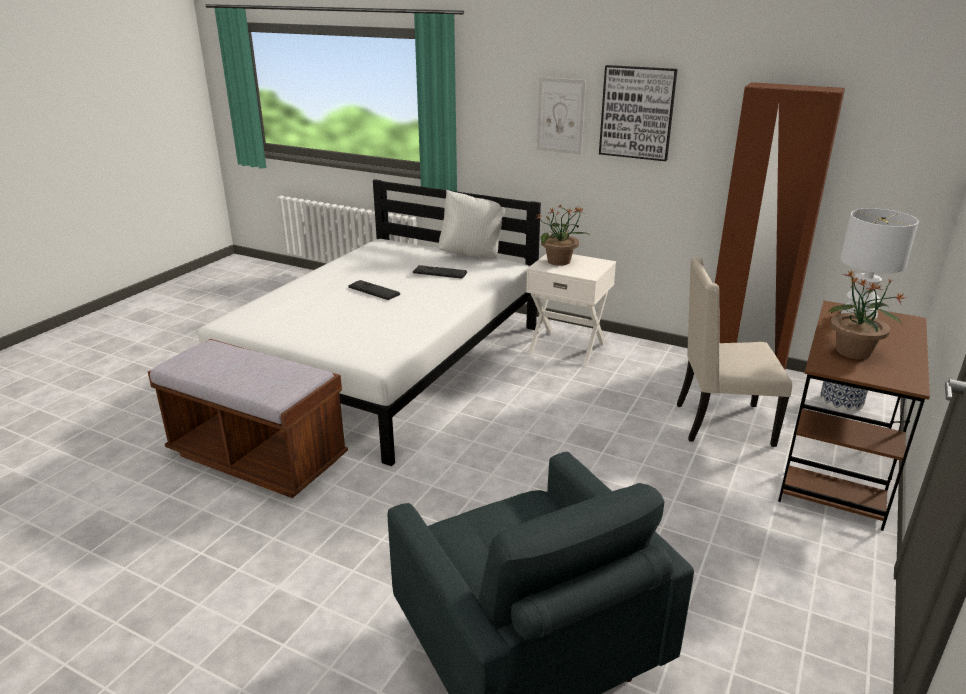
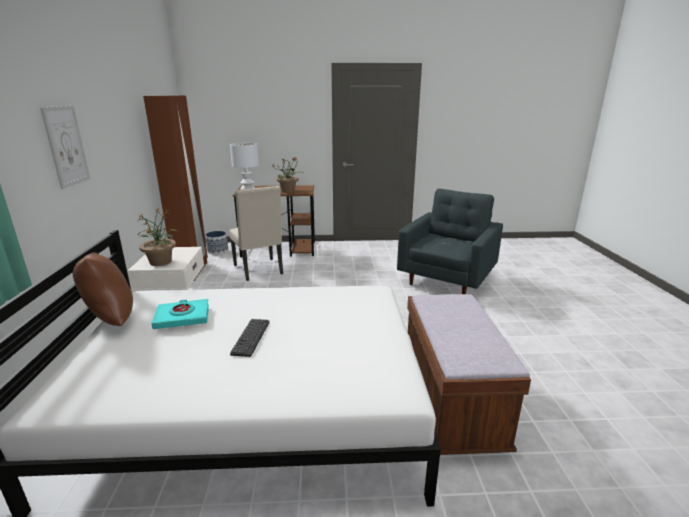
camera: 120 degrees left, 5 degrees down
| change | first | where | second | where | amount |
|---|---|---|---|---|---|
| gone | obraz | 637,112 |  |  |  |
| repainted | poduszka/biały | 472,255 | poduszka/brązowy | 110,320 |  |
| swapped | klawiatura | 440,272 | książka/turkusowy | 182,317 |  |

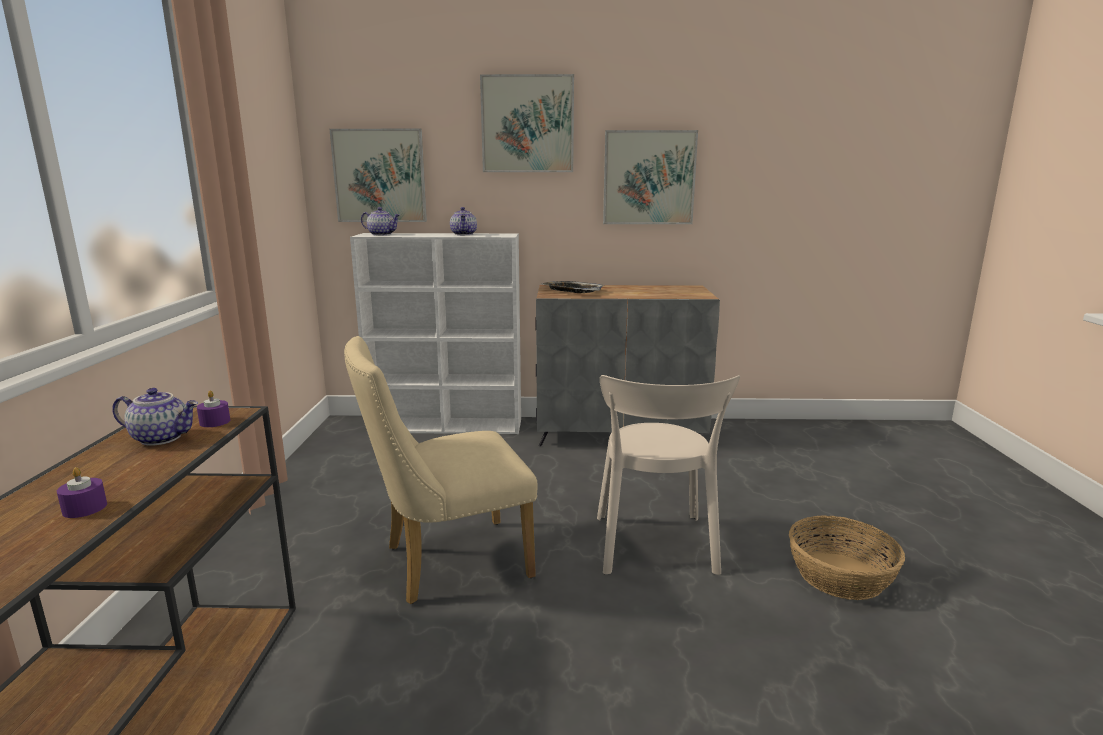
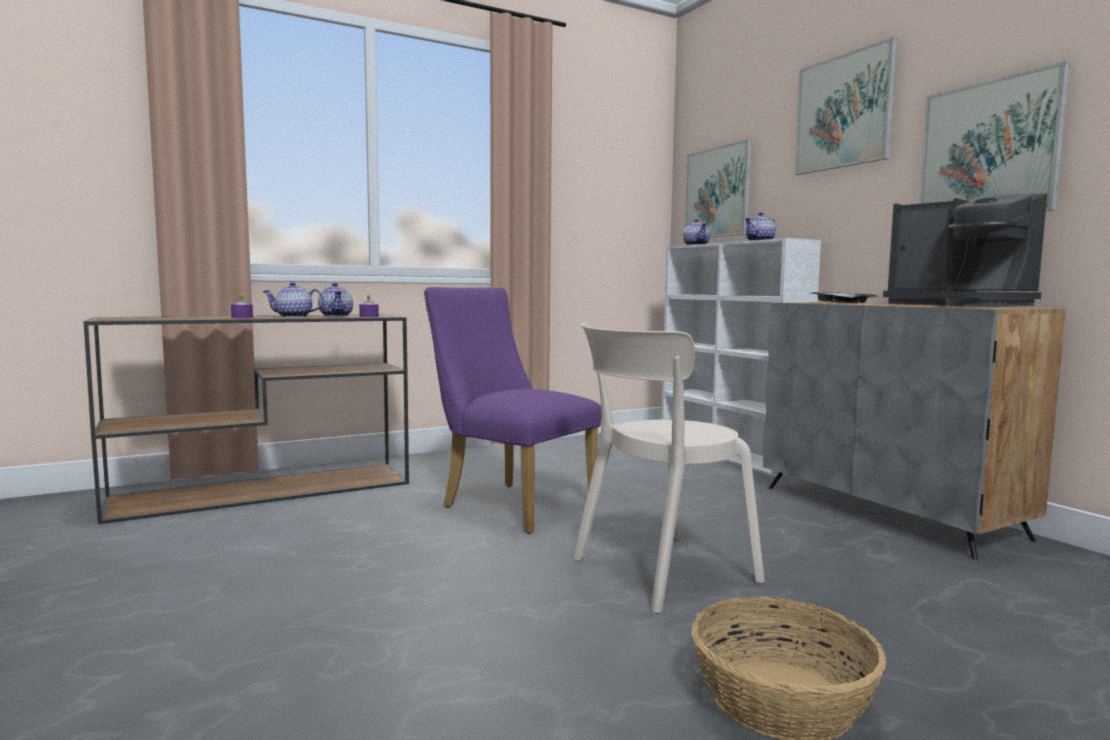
camera: 60 degrees right, 10 degrees down
| change | first | where | second | where | amount |
|---|---|---|---|---|---|
| repainted | krzesło/beżowy | 446,563 | krzesło/fioletowy | 510,504 |  |
| new |  |  | ekspres do kawy | 961,306 |  |
| new |  |  | imbryk | 293,317 |  |

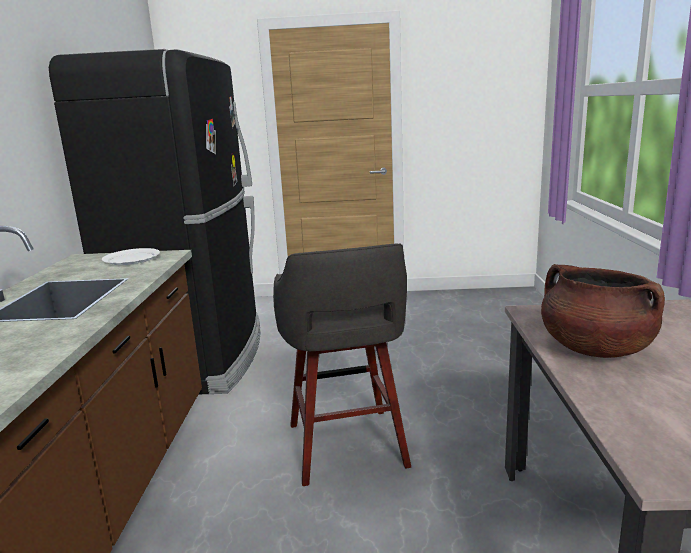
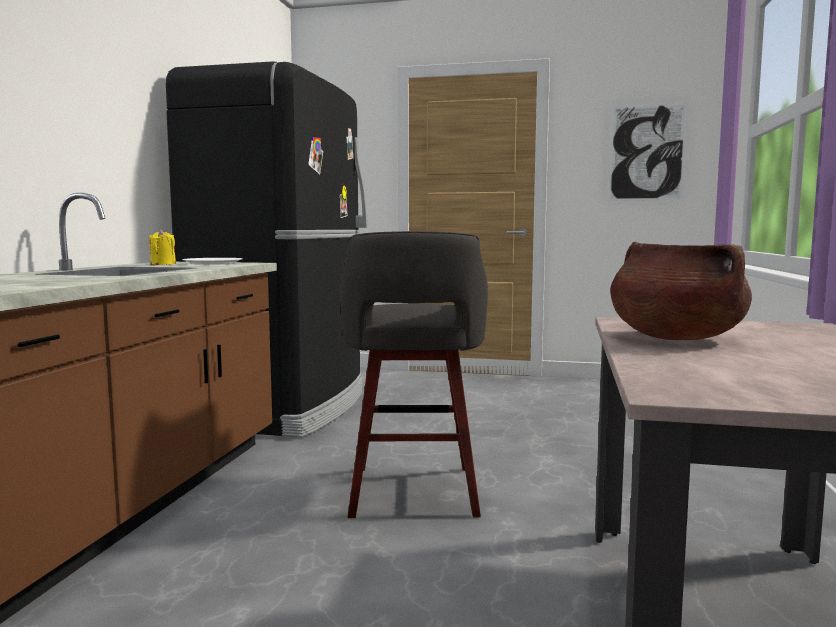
camera: 10 degrees right, 10 degrees down
| change | first | where | second | where | amount |
|---|---|---|---|---|---|
| new |  |  | obraz | 646,152 |  |
| new |  |  | świeca/żółty | 163,264 |  |

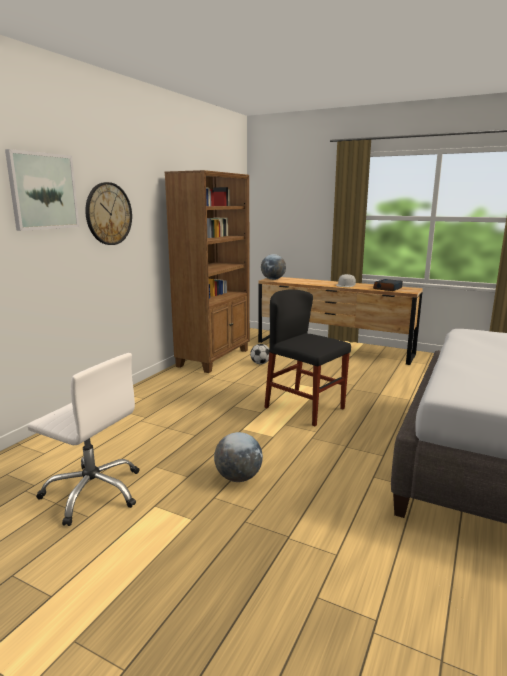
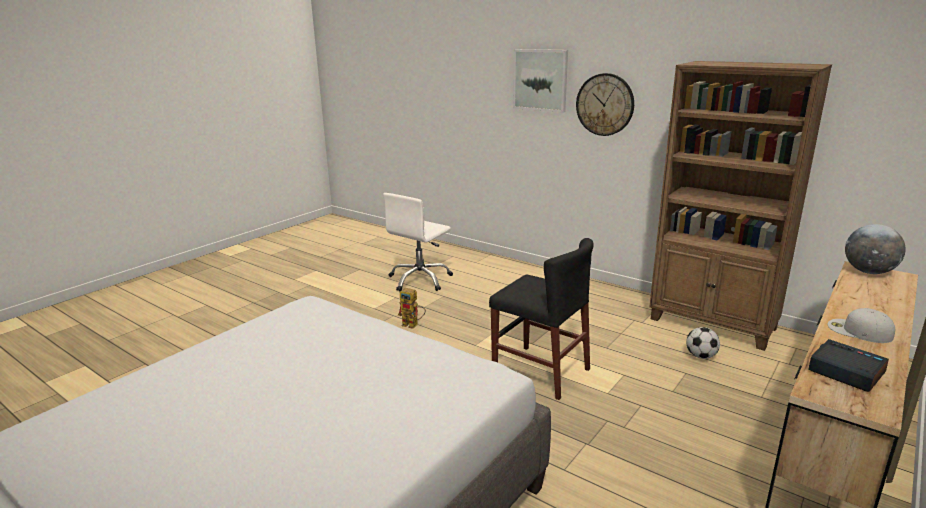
camera: 100 degrees right, 5 degrees up
| change | first | where | second | where | amount |
|---|---|---|---|---|---|
| rotated | krzesło/czarny | 304,408 |  | 540,371 | 75 degrees clockwise |
| swapped | globus | 238,477 | robot zabawkowy | 413,325 |  |

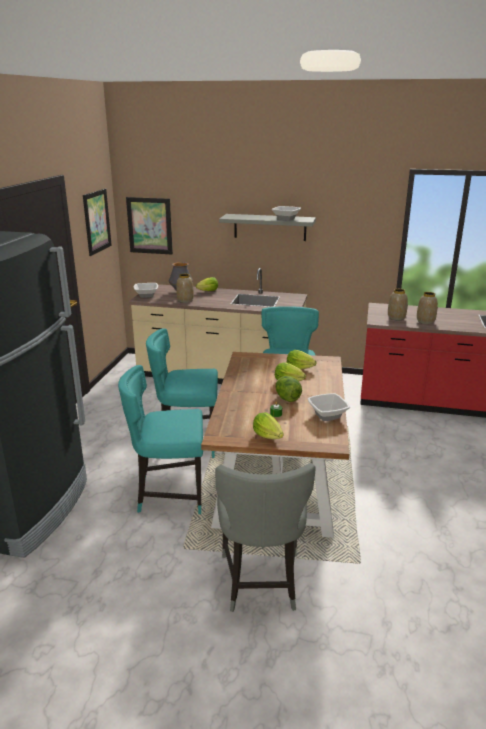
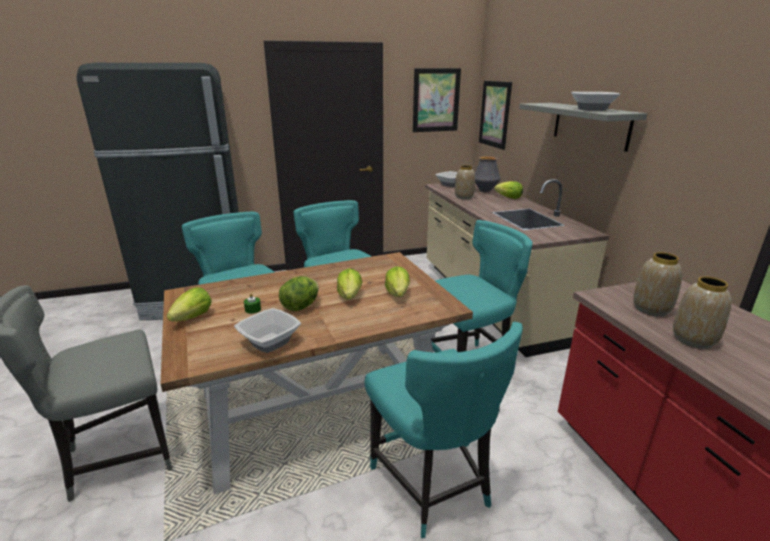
camera: 60 degrees right, 0 degrees up
| change | first | where | second | where | amount |
|---|---|---|---|---|---|
| new |  |  | krzesło/turkusowy | 432,486 |  |

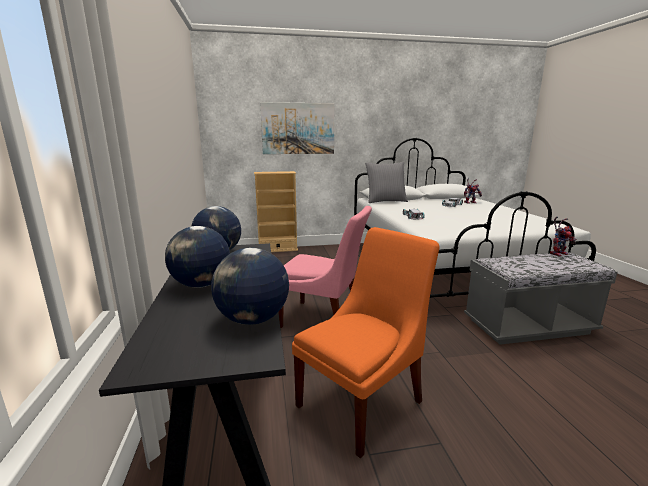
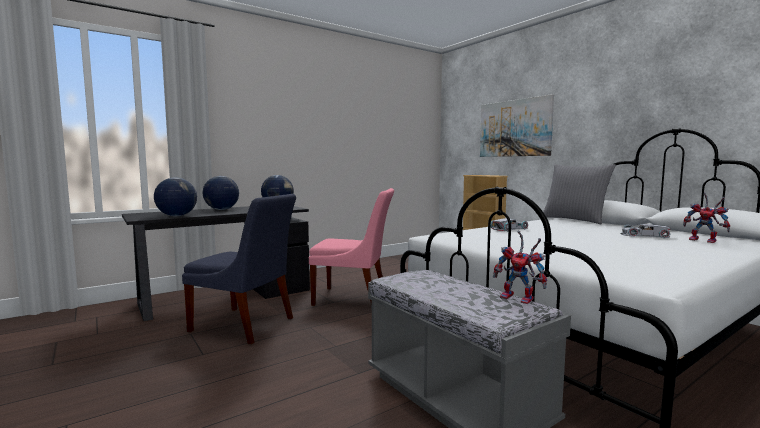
camera: 65 degrees right, 10 degrees down
| change | first | where | second | where | amount |
|---|---|---|---|---|---|
| rotated | krzesło/różowy | 324,320 |  | 354,298 | 75 degrees counterclockwise |
| repainted | krzesło/pomarańczowy | 363,400 | krzesło/niebieski | 245,325 |  |

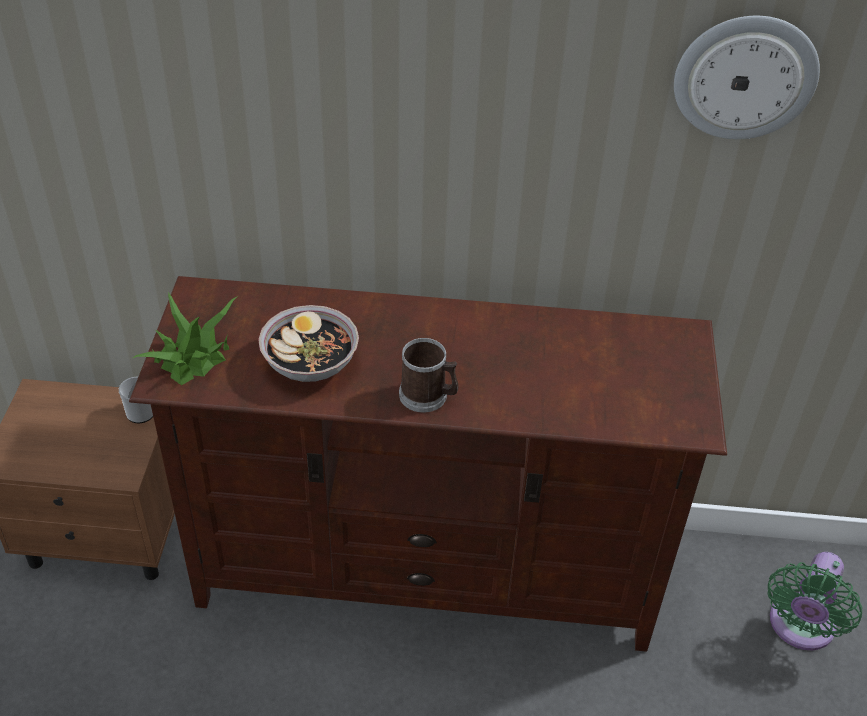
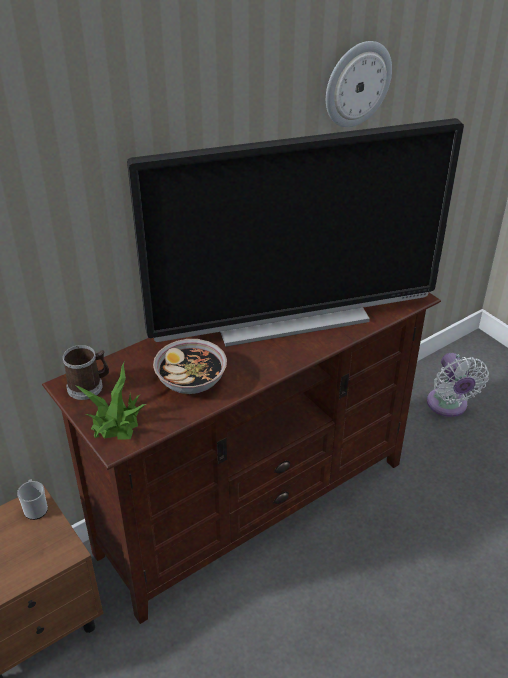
camera: 40 degrees left, 5 degrees down
| change | first | where | second | where | amount |
|---|---|---|---|---|---|
| shifted | kubek | 428,396 |  | 89,386 |  |
| repainted | wentylator/zielony | 799,627 | wentylator/biały | 448,406 |  |
| new |  |  | telewizor | 291,319 |  |

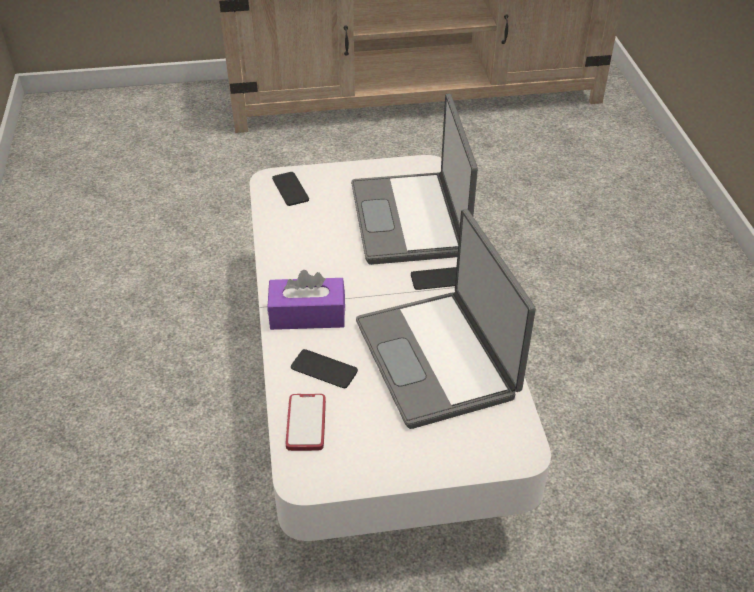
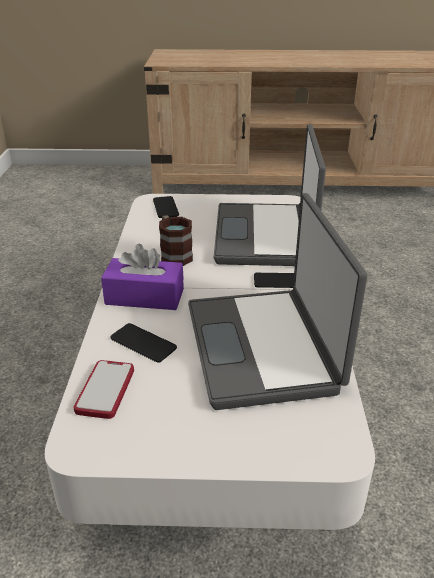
camera: 10 degrees right, 10 degrees down
| change | first | where | second | where | amount |
|---|---|---|---|---|---|
| new |  |  | kubek | 174,254 |  |

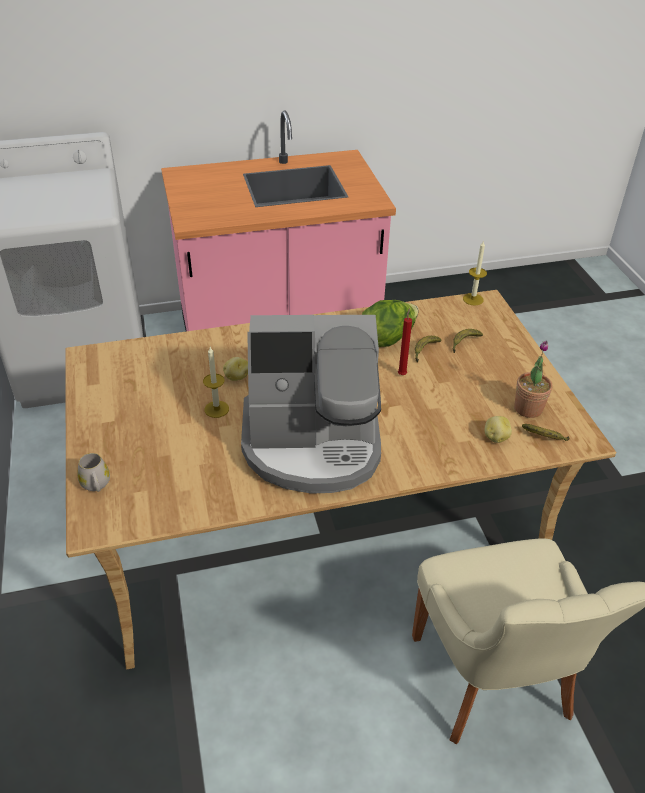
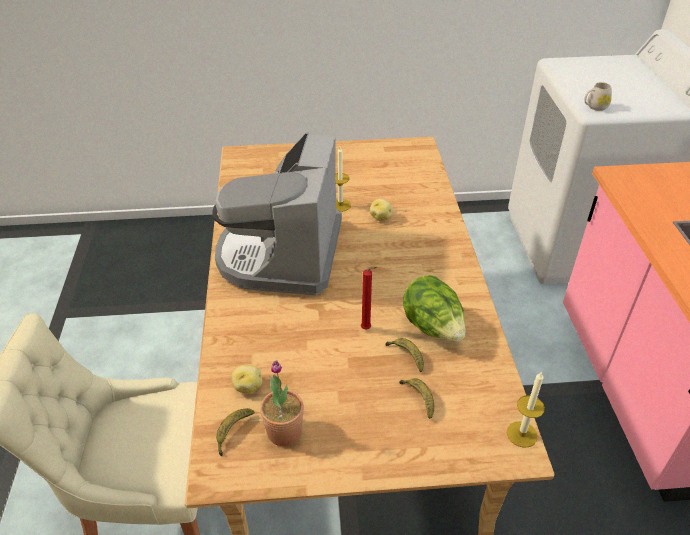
camera: 100 degrees right, 0 degrees up
| change | first | where | second | where | amount |
|---|---|---|---|---|---|
| shifted | kubek/biały | 96,485 |  | 594,107 |  |

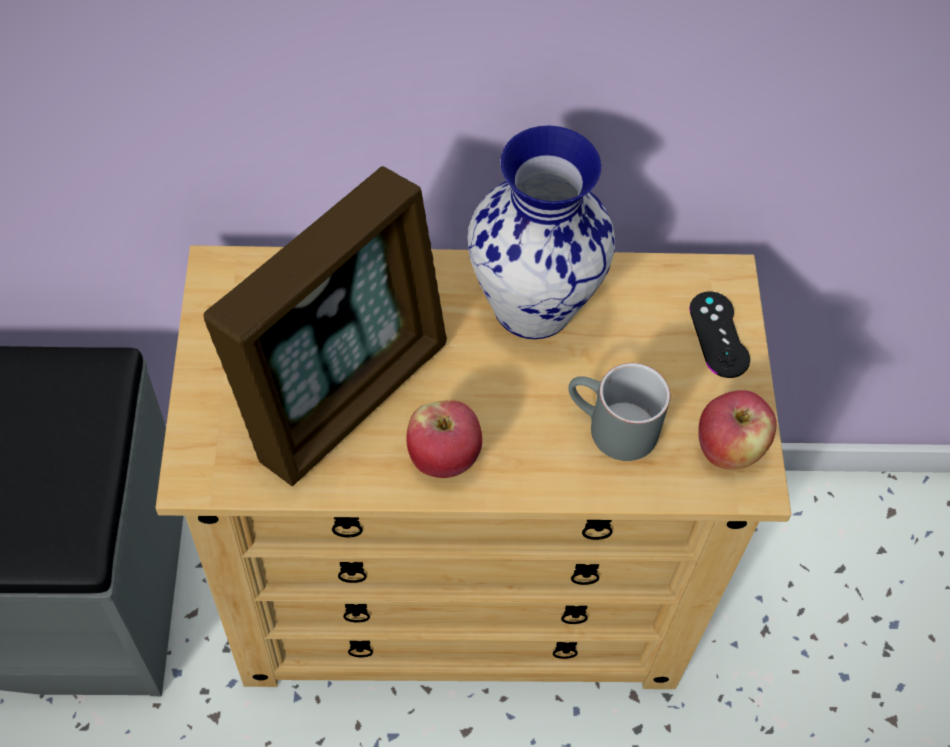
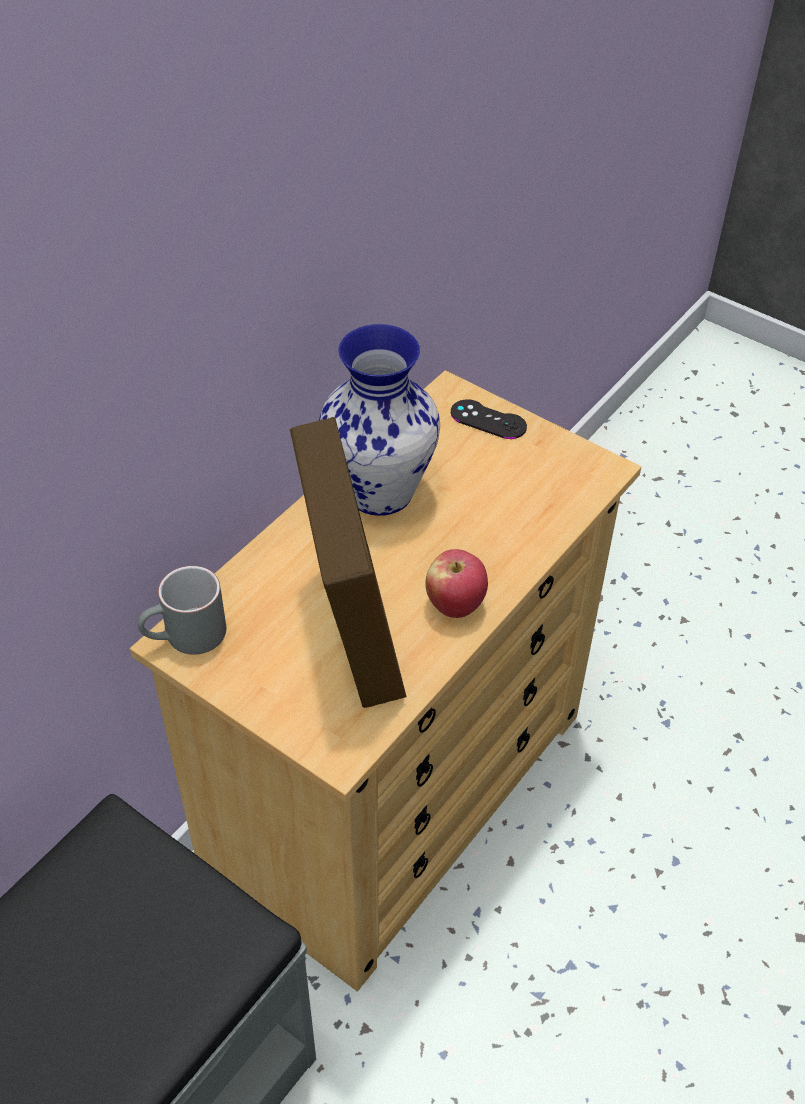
camera: 50 degrees left, 10 degrees down
| change | first | where | second | where | amount |
|---|---|---|---|---|---|
| shifted | kubek/szary | 610,428 |  | 186,638 |  |
| gone | jabłko | 728,449 |  |  |  |

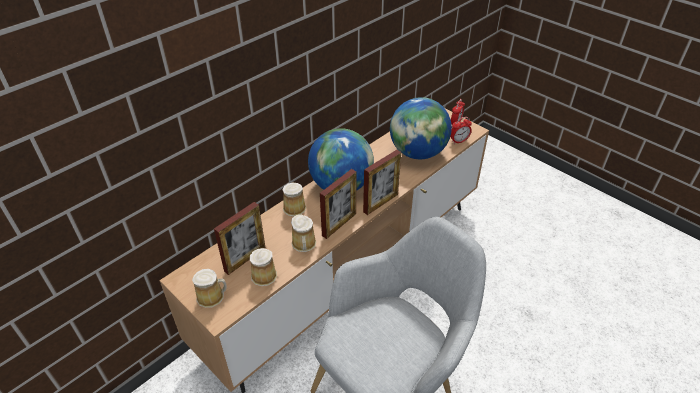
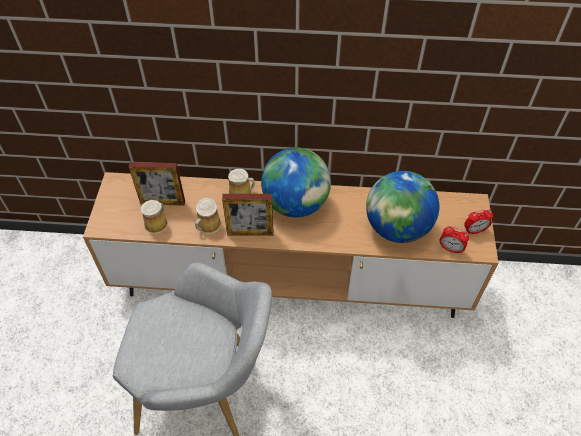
camera: 50 degrees right, 10 degrees up
| change | first | where | second | where | amount |
|---|---|---|---|---|---|
| gone | ramka na zdjęcie | 380,203 |  |  |  |
| gone | kubek | 212,297 |  |  |  |

